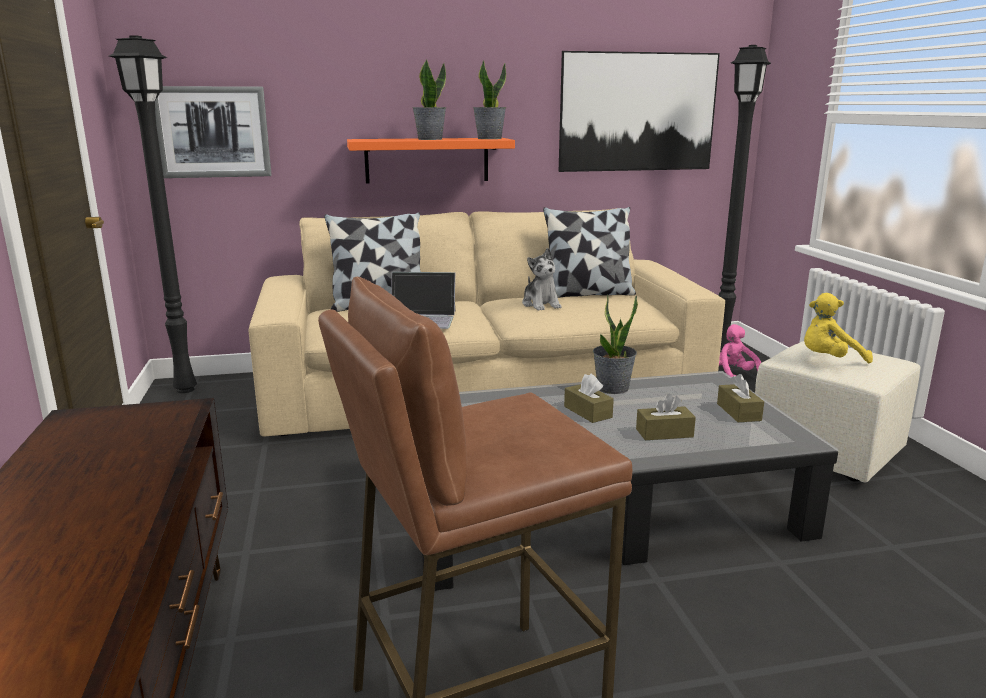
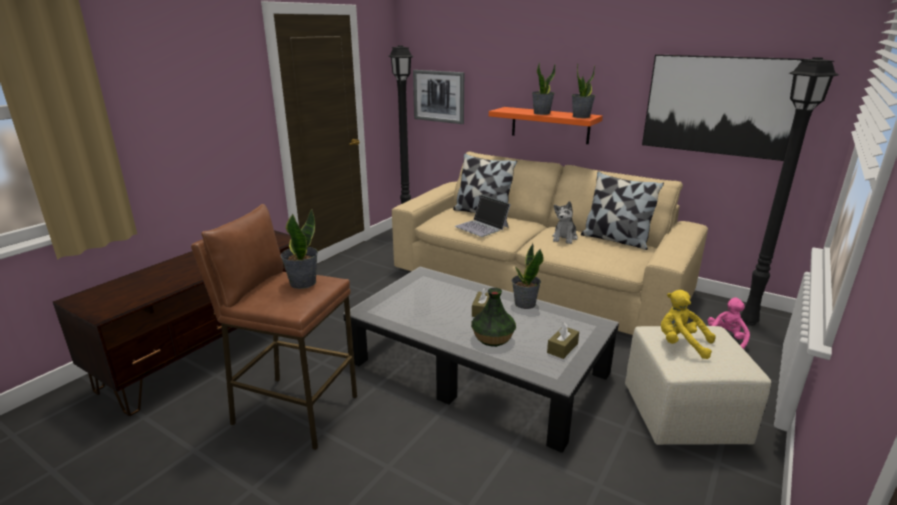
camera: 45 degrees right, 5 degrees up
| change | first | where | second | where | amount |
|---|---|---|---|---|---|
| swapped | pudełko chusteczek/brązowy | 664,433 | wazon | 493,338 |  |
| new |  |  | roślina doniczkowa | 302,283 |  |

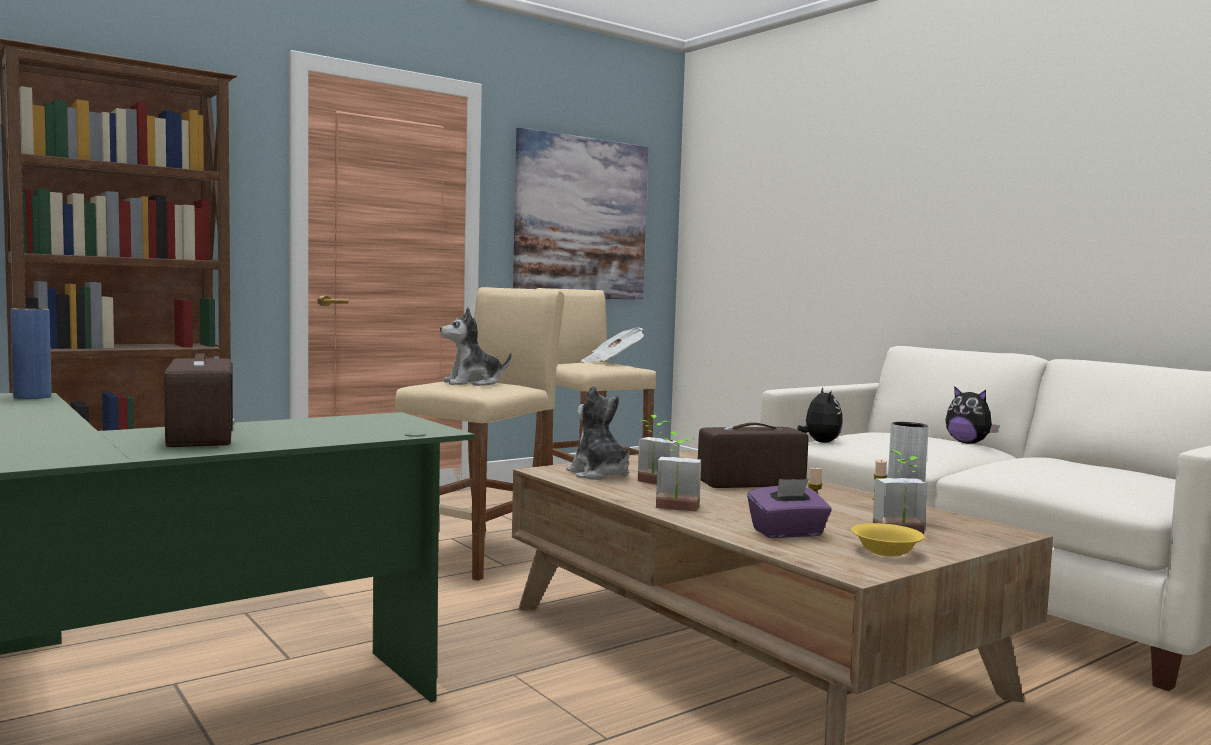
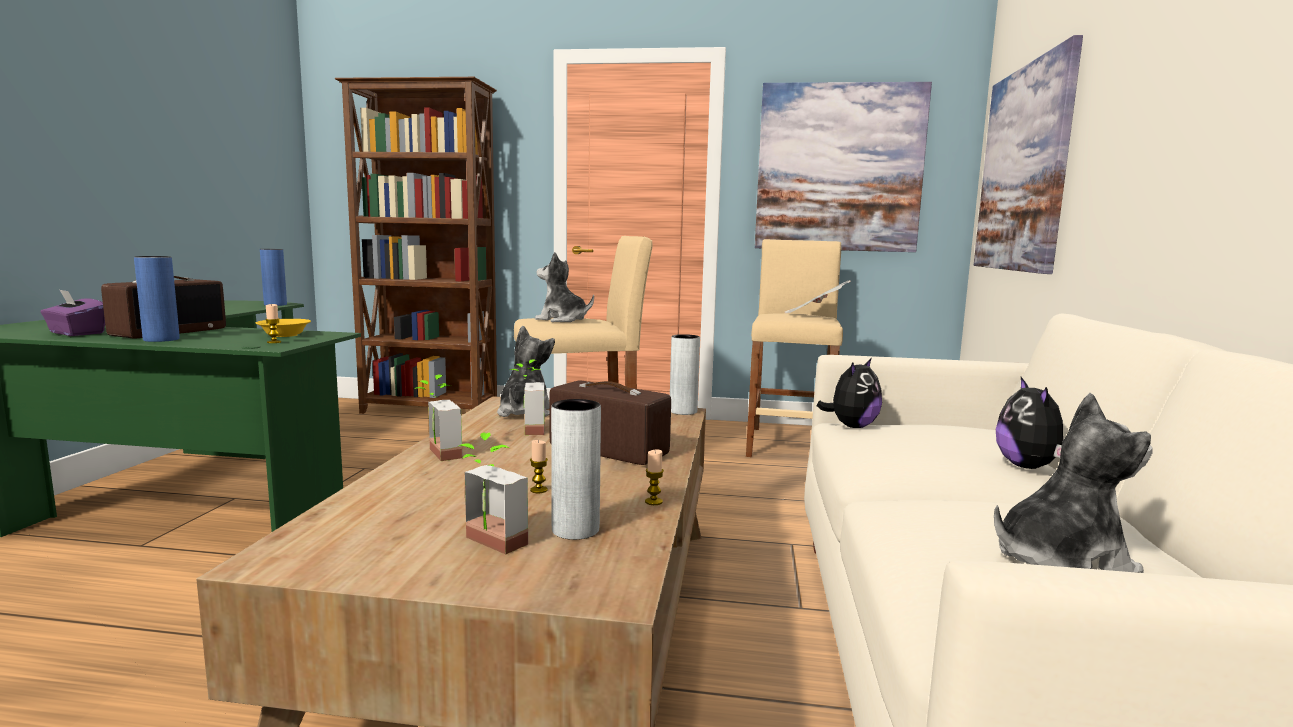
camera: 45 degrees right, 5 degrees up
| change | first | where | second | where | amount |
|---|---|---|---|---|---|
| shifted | pudełko chusteczek/fioletowy | 787,533 |  | 76,333 |  |
| shifted | miska/żółty | 887,551 |  | 284,335 |  |
| new |  |  | obraz | 1023,169 |  |
| new |  |  | wazon/niebieski | 161,339 |  |
| new |  |  | świeca | 274,342 |  |
| new |  |  | wazon/szary | 683,411 |  |
| new |  |  | pluszak | 1060,564 |  |

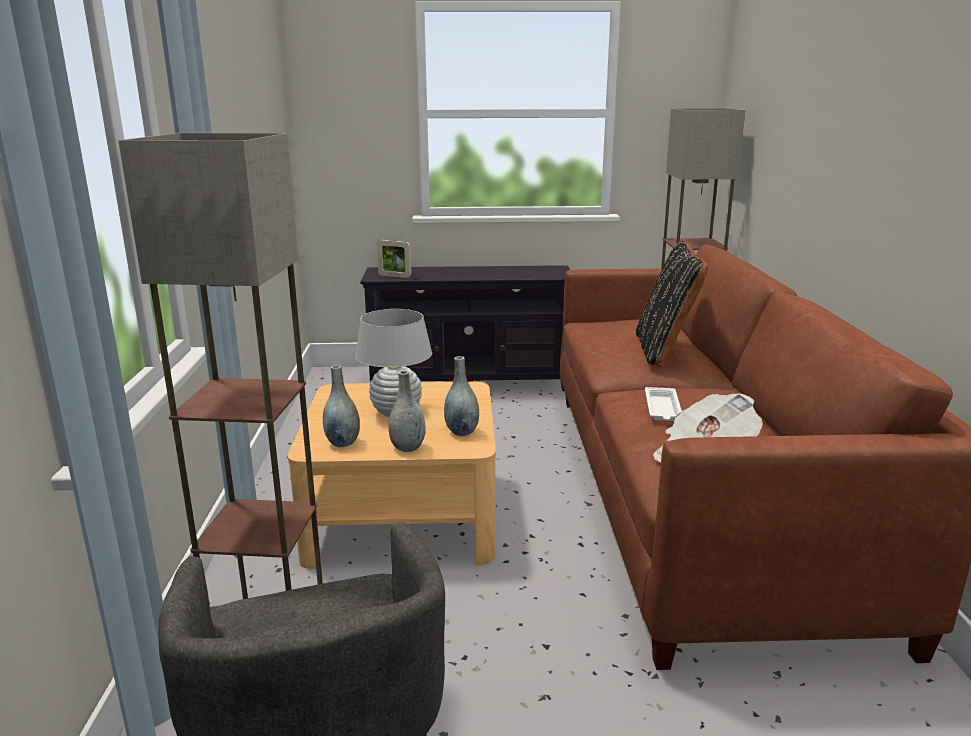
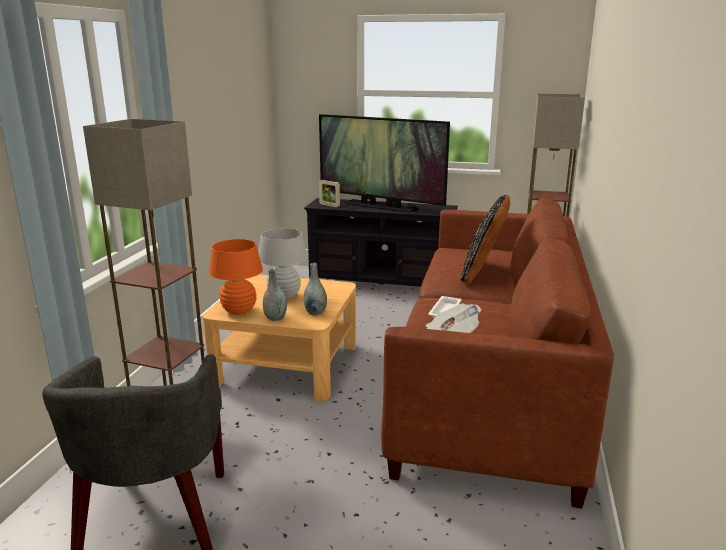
camera: 15 degrees right, 0 degrees up
| change | first | where | second | where | amount |
|---|---|---|---|---|---|
| swapped | wazon/szary | 342,443 | lampa stołowa/pomarańczowy | 239,311 |  |
| new |  |  | telewizor | 381,206 |  |

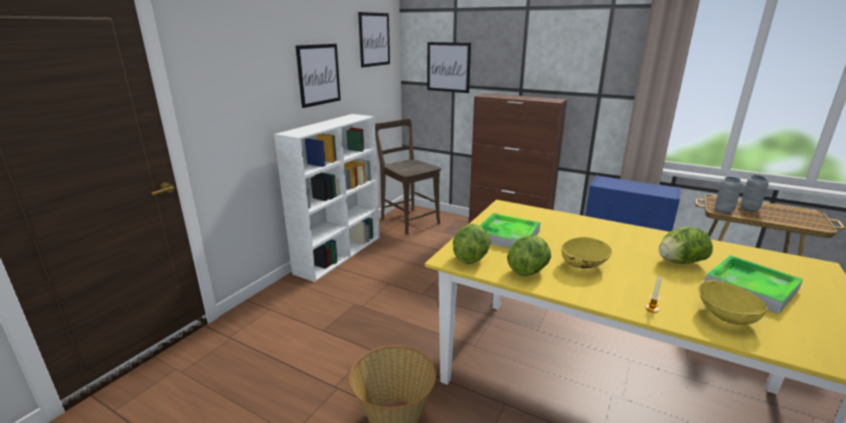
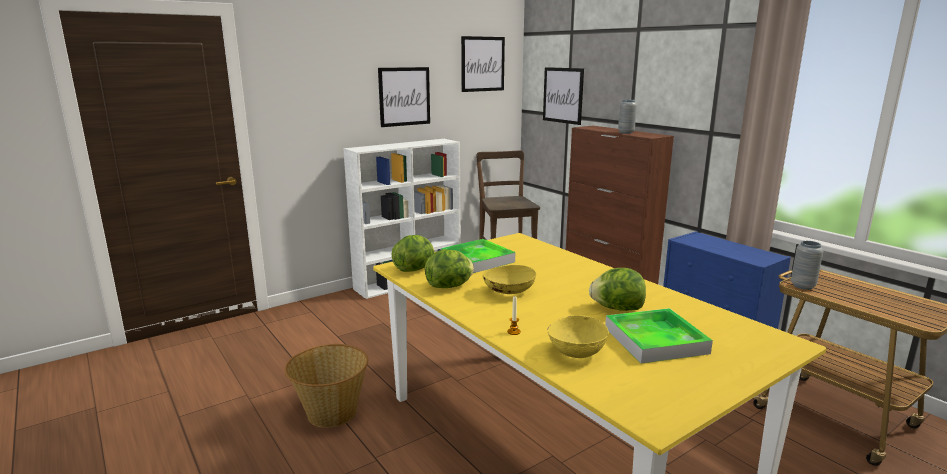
camera: 25 degrees right, 5 degrees down
| change | first | where | second | where | amount |
|---|---|---|---|---|---|
| shifted | wazon/szary | 749,209 |  | 626,132 |  |

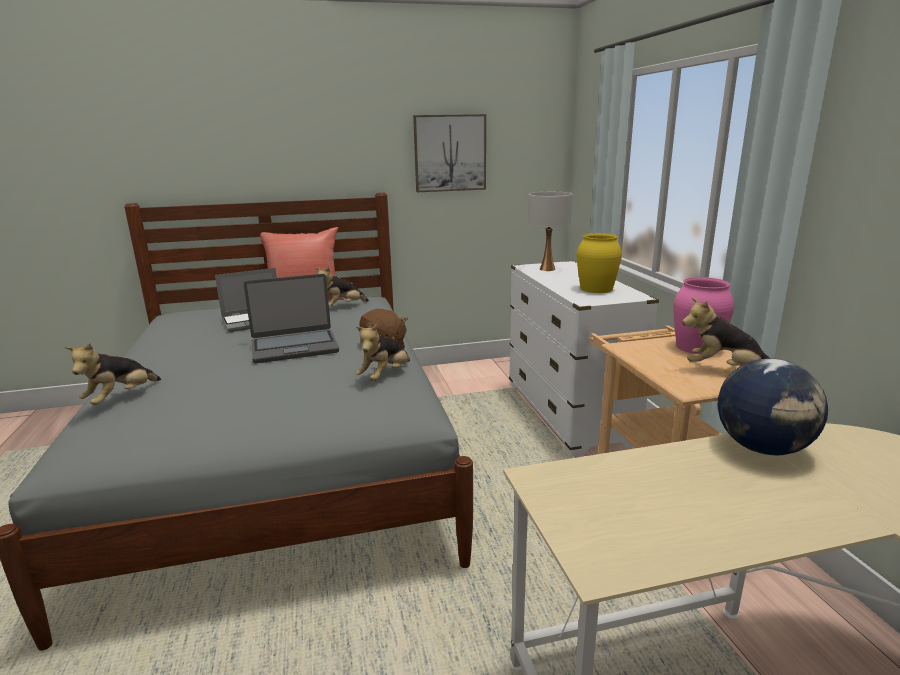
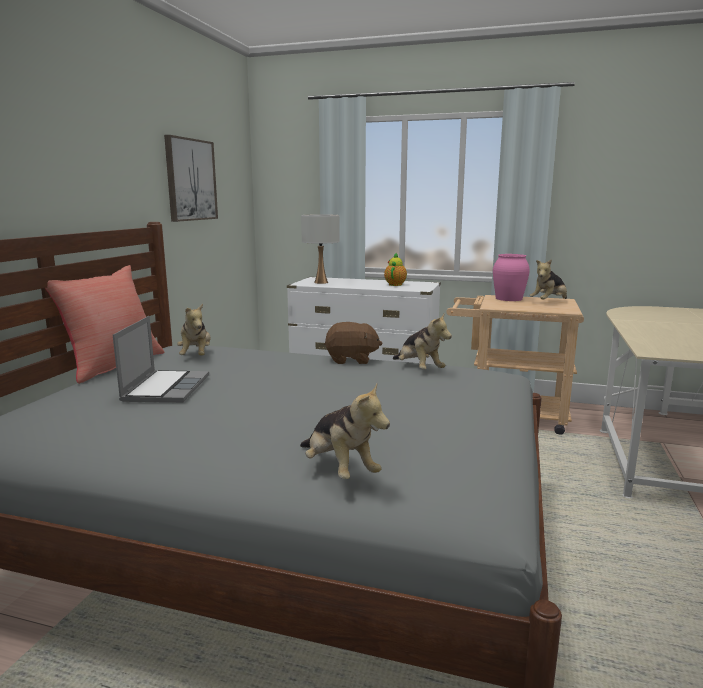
camera: 60 degrees left, 5 degrees down
| change | first | where | second | where | amount |
|---|---|---|---|---|---|
| swapped | wazon/żółty | 596,289 | imbryk | 395,284 |  |
| gone | laptop | 294,347 |  |  |  |
| gone | globus | 762,448 |  |  |  |

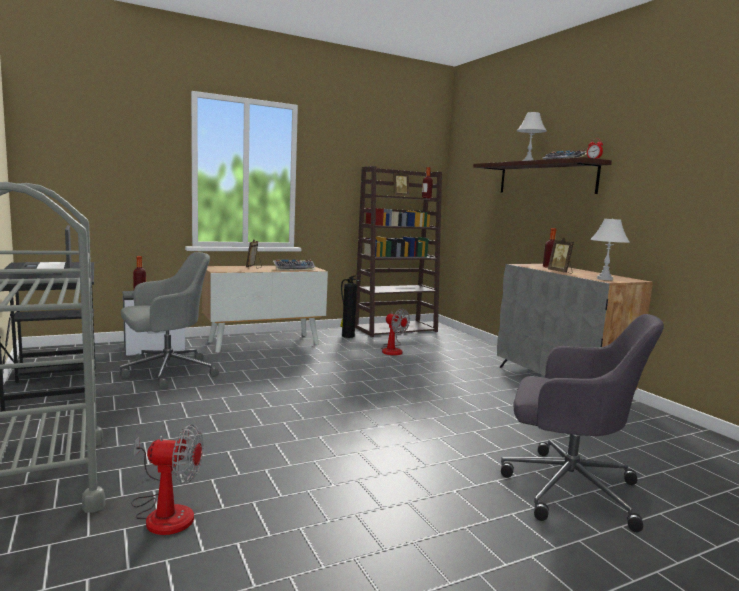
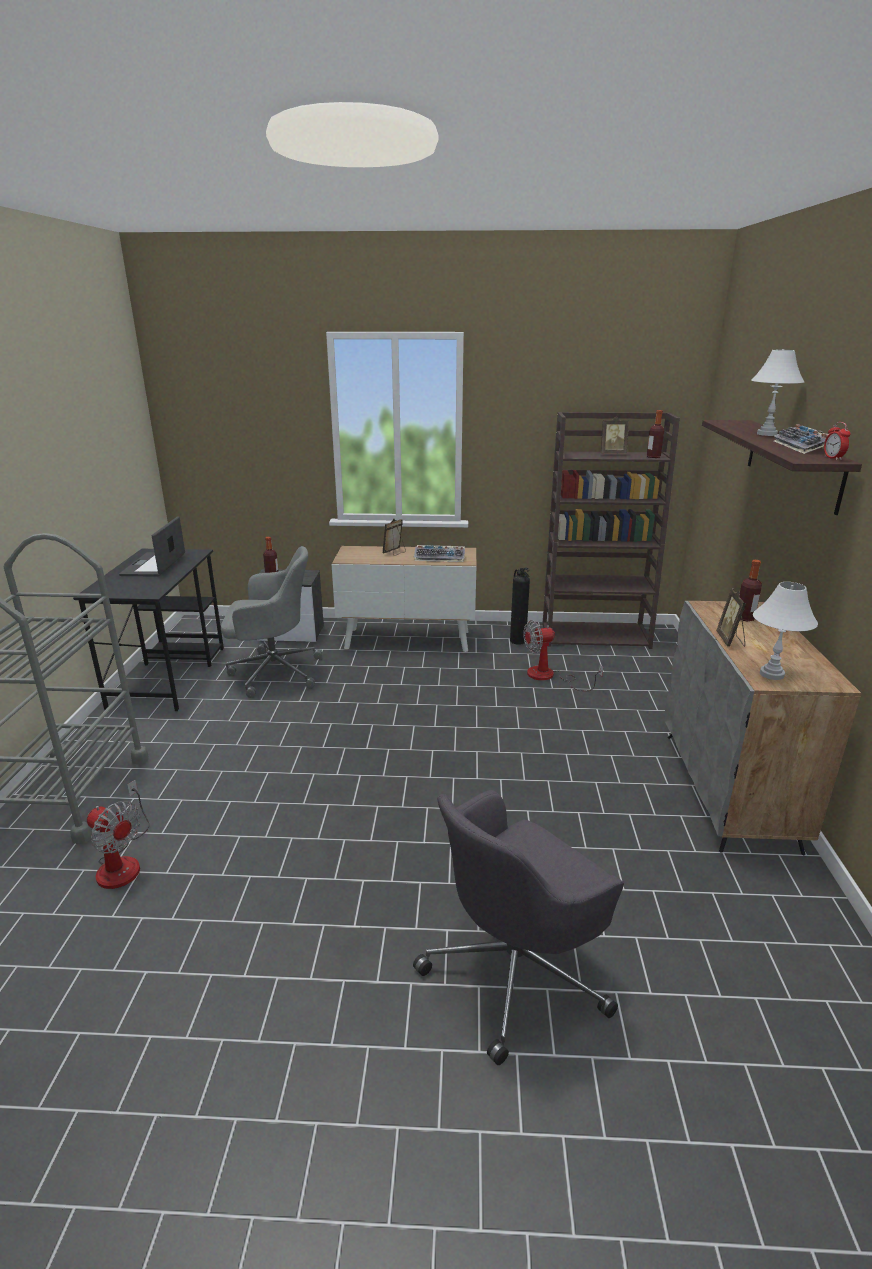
camera: 30 degrees right, 15 degrees up
| change | first | where | second | where | amount |
|---|---|---|---|---|---|
| rotated | wentylator | 392,350 |  | 549,677 | 90 degrees clockwise |
| rotated | krzesło biurowe/szary | 566,487 |  | 516,971 | 90 degrees clockwise |

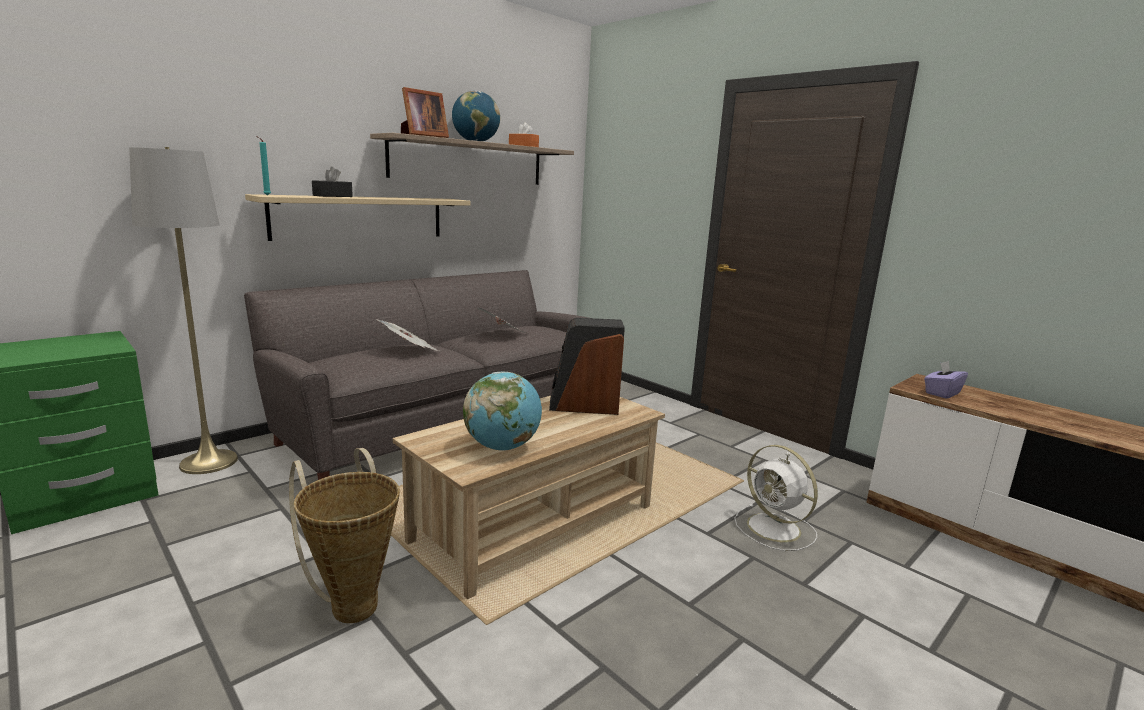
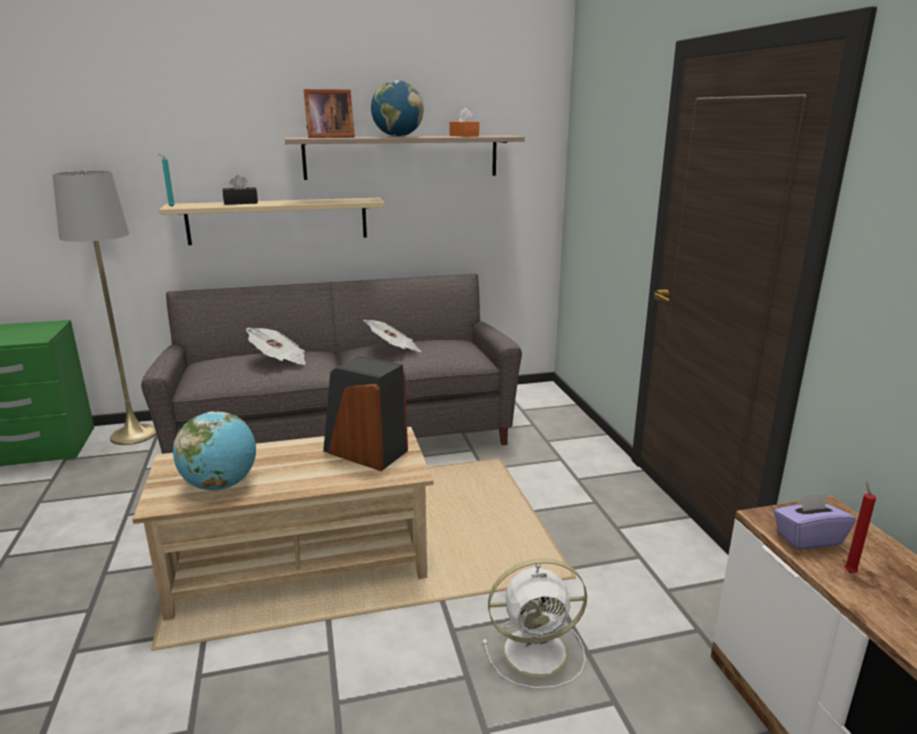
camera: 30 degrees right, 5 degrees up
| change | first | where | second | where | amount |
|---|---|---|---|---|---|
| rotated | wentylator/biały | 775,529 |  | 538,651 | 90 degrees counterclockwise |
| gone | koszyk | 352,602 |  |  |  |
| new |  |  | świeca/czerwony | 849,571 |  |

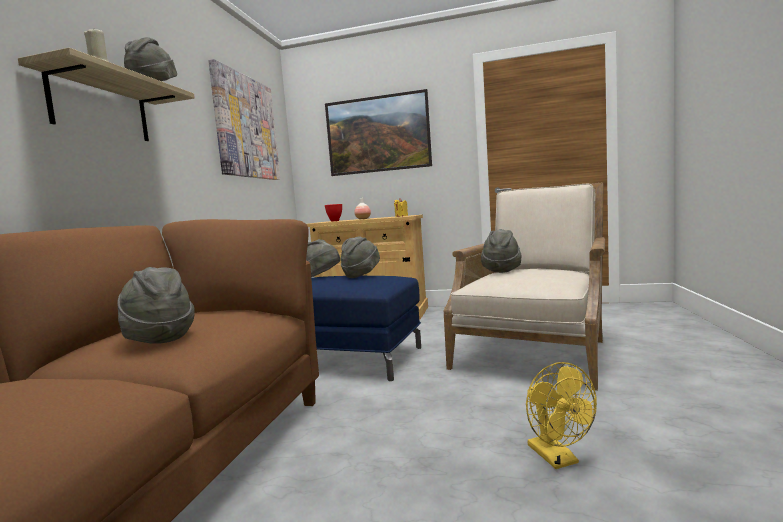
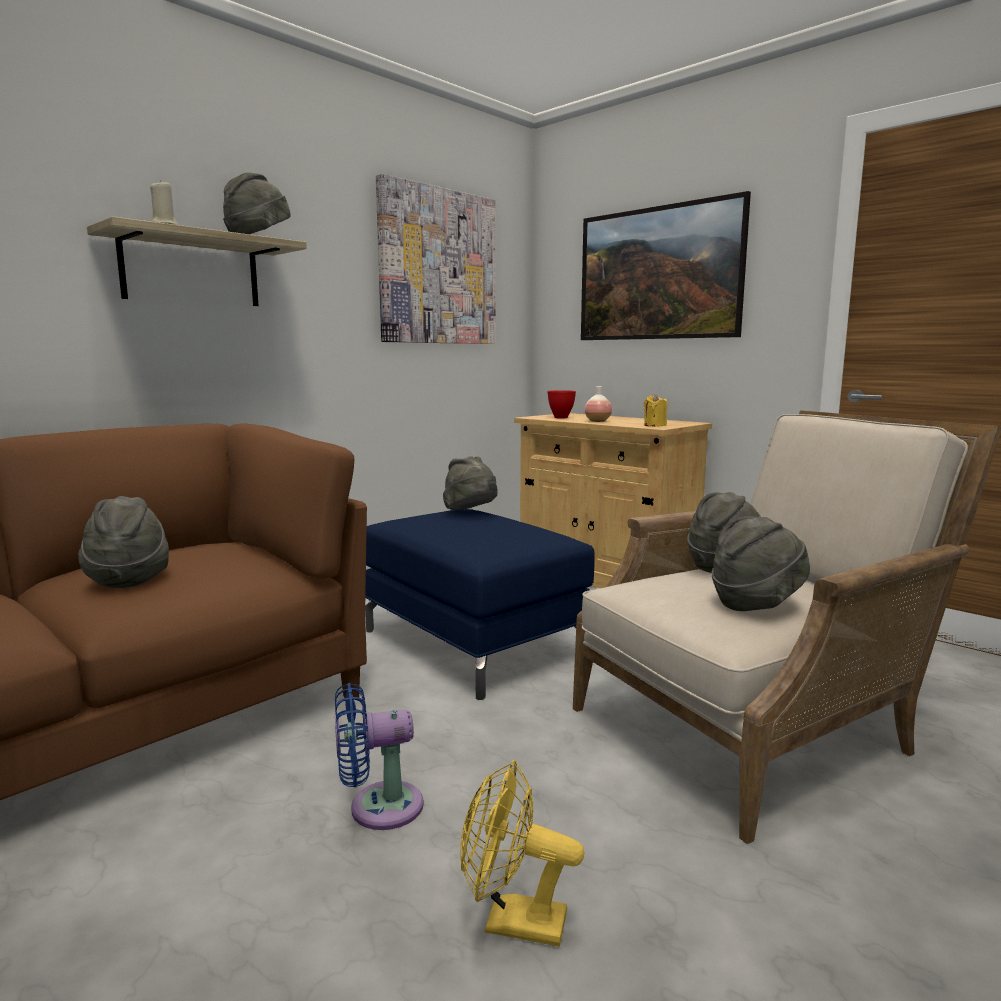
camera: 30 degrees right, 5 degrees up
| change | first | where | second | where | amount |
|---|---|---|---|---|---|
| shifted | kapelusz/szary | 361,275 |  | 756,604 |  |
| rotated | wentylator/żółty | 558,459 |  | 512,922 | 90 degrees clockwise |
| new |  |  | wentylator/niebieski | 378,807 |  |

